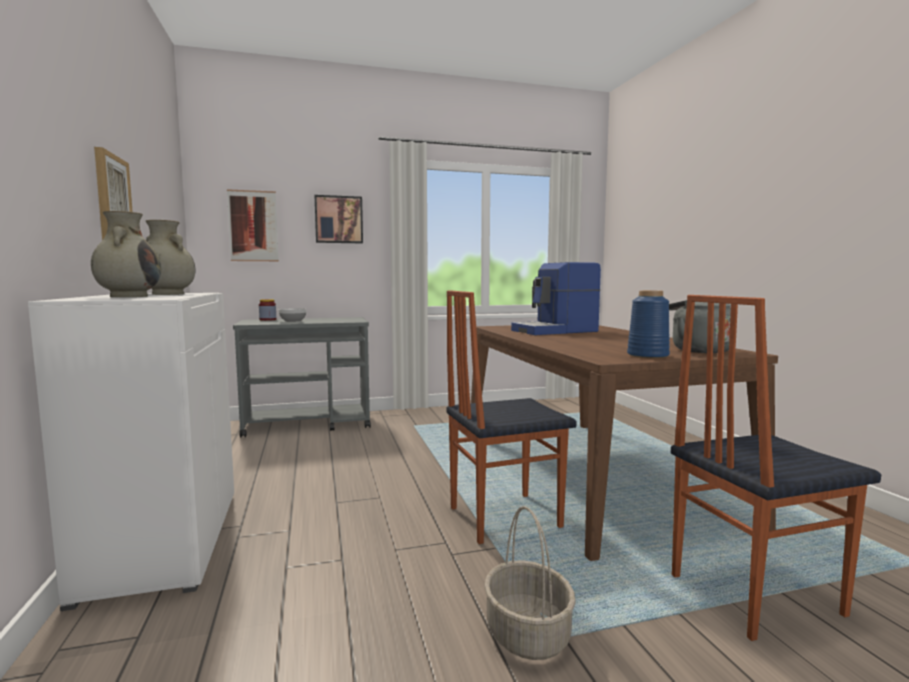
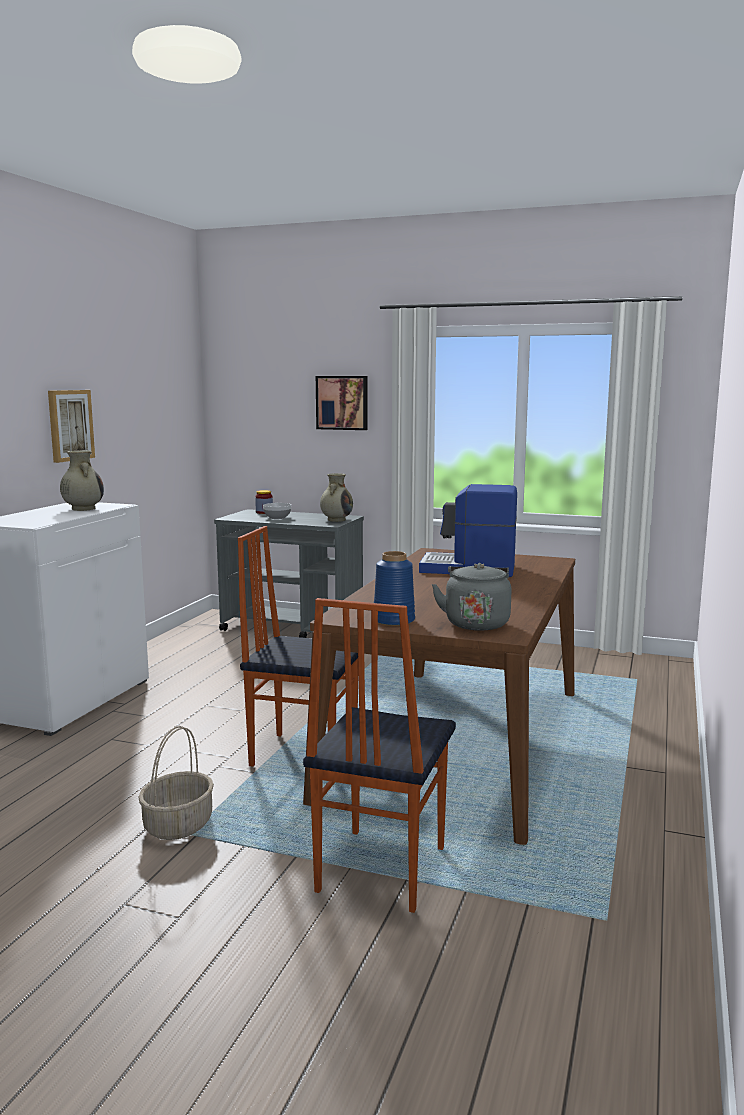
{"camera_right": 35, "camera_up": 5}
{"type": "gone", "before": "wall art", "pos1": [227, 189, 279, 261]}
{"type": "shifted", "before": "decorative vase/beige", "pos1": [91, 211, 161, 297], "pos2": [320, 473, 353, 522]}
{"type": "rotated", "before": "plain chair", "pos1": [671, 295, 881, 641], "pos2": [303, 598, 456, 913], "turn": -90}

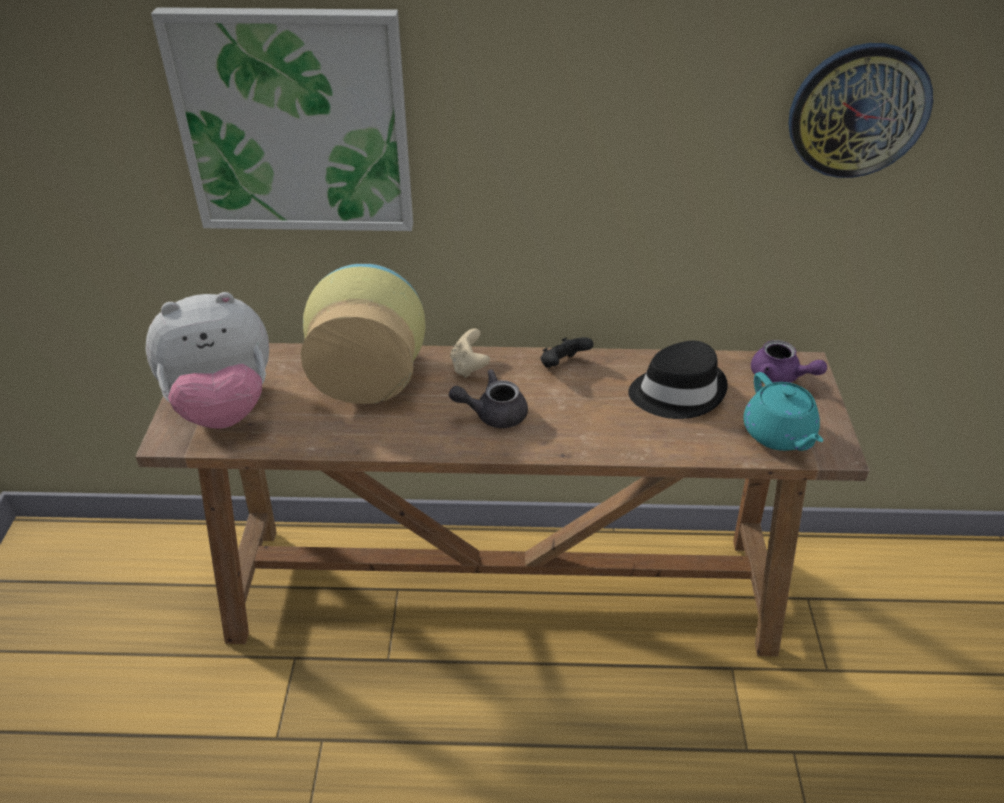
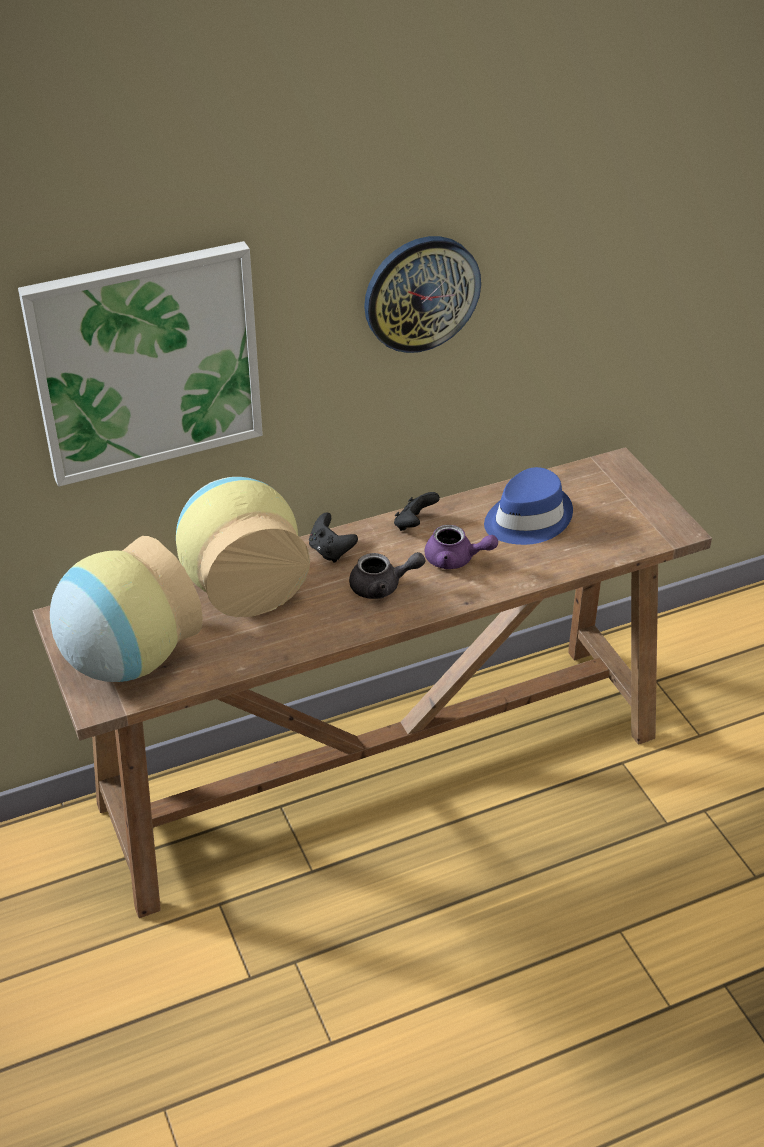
{"camera_right": -25, "camera_up": 0}
{"type": "shifted", "before": "hanging clock", "pos1": [788, 43, 933, 178], "pos2": [364, 236, 481, 353]}
{"type": "swapped", "before": "soft toy", "after": "decorative vase", "pos1": [145, 292, 269, 429], "pos2": [50, 536, 203, 682]}
{"type": "repainted", "before": "joypad/beige", "after": "joypad/black", "pos1": [450, 328, 490, 378], "pos2": [309, 513, 358, 563]}
{"type": "shifted", "before": "pot for tea/purple", "pos1": [751, 340, 827, 383], "pos2": [425, 525, 498, 569]}
{"type": "repainted", "before": "clothing hat/black", "after": "clothing hat/blue", "pos1": [628, 341, 728, 419], "pos2": [484, 467, 573, 545]}
{"type": "rotated", "before": "pot for tea/gray", "pos1": [449, 369, 528, 428], "pos2": [349, 552, 425, 599], "turn": -150}
{"type": "gone", "before": "pot for tea/turquoise", "pos1": [743, 372, 823, 451]}

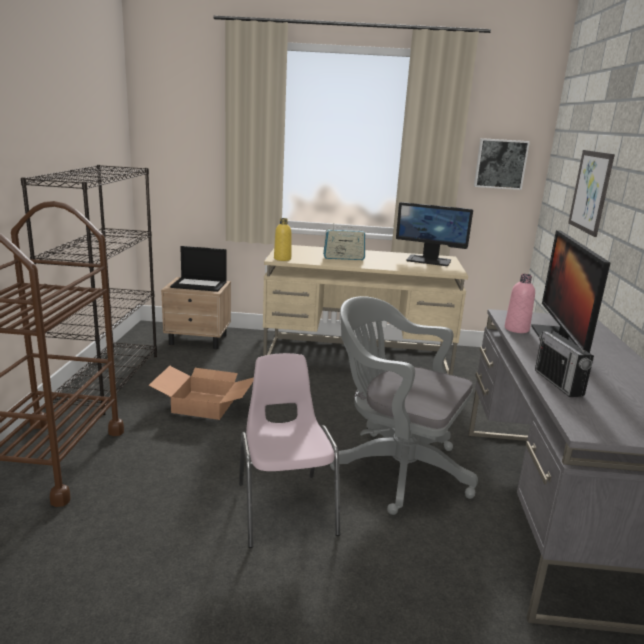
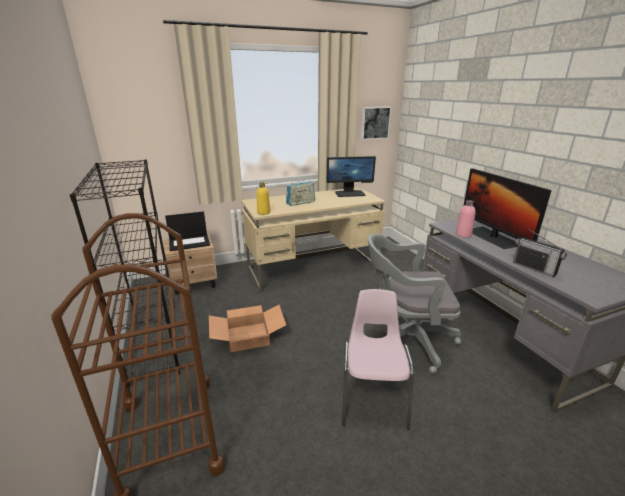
{"camera_right": -25, "camera_up": 5}
{"type": "gone", "before": "wall art", "pos1": [568, 150, 615, 237]}
{"type": "rotated", "before": "plain chair/pink", "pos1": [239, 353, 340, 548], "pos2": [342, 289, 414, 430], "turn": 45}

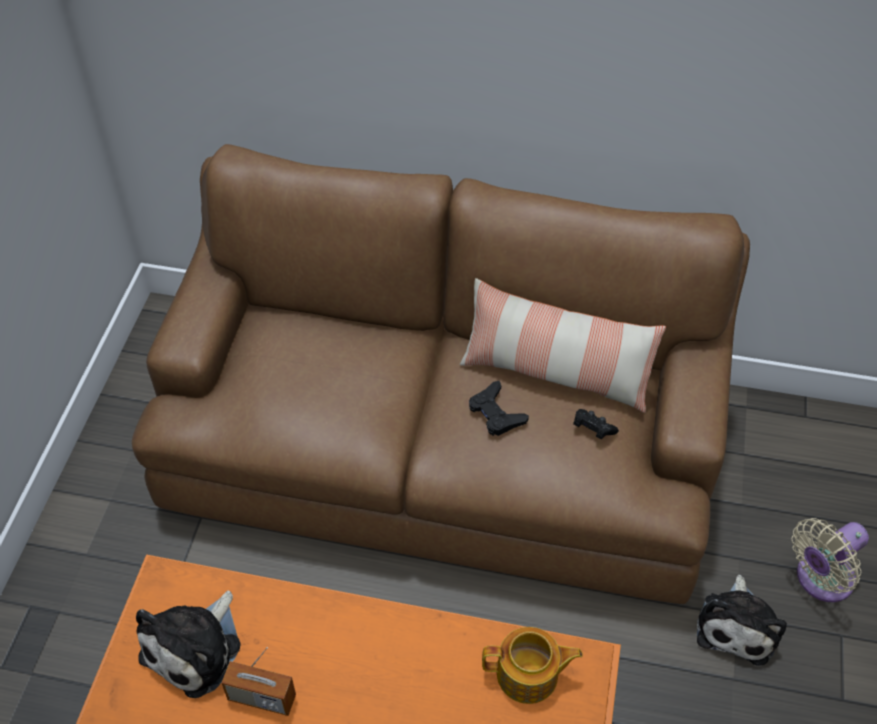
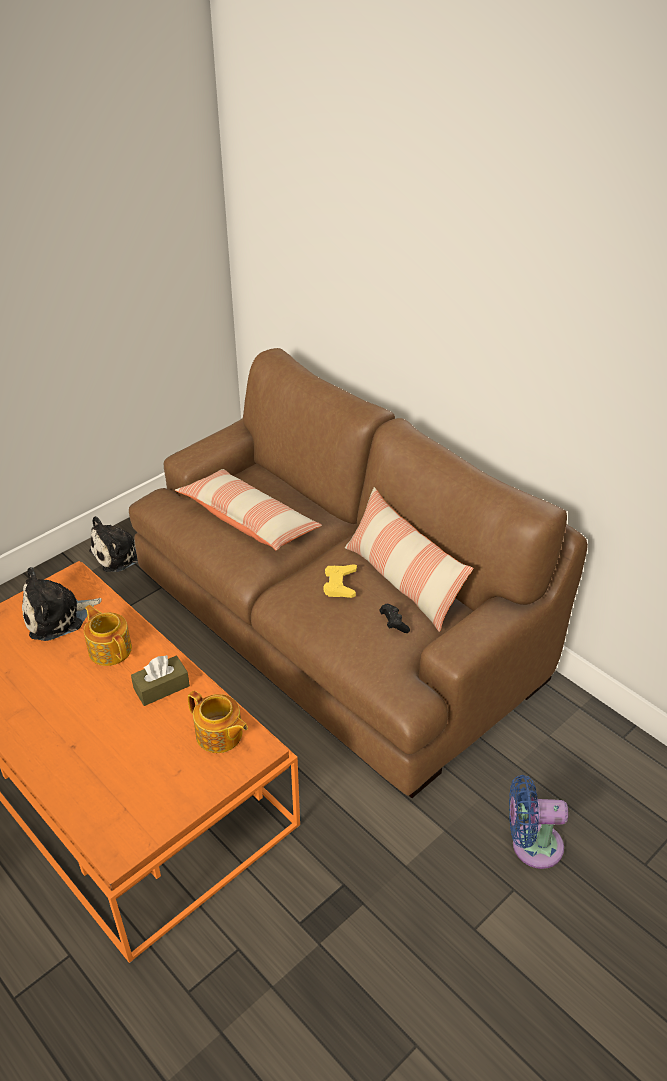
{"camera_right": 35, "camera_up": -10}
{"type": "repainted", "before": "joypad/black", "after": "joypad/yellow-coloured", "pos1": [469, 381, 529, 436], "pos2": [323, 564, 357, 598]}
{"type": "repainted", "before": "electric fan/beige", "after": "electric fan/blue", "pos1": [791, 518, 869, 602], "pos2": [509, 775, 568, 869]}
{"type": "shifted", "before": "soft toy", "pos1": [697, 575, 787, 666], "pos2": [89, 516, 138, 572]}
{"type": "gone", "before": "radio receiver", "pos1": [221, 647, 296, 716]}
{"type": "new", "after": "cushion", "pos2": [175, 469, 322, 551]}
{"type": "new", "after": "pot for tea", "pos2": [84, 605, 132, 666]}
{"type": "new", "after": "box of tissues/brownish", "pos2": [131, 655, 190, 706]}

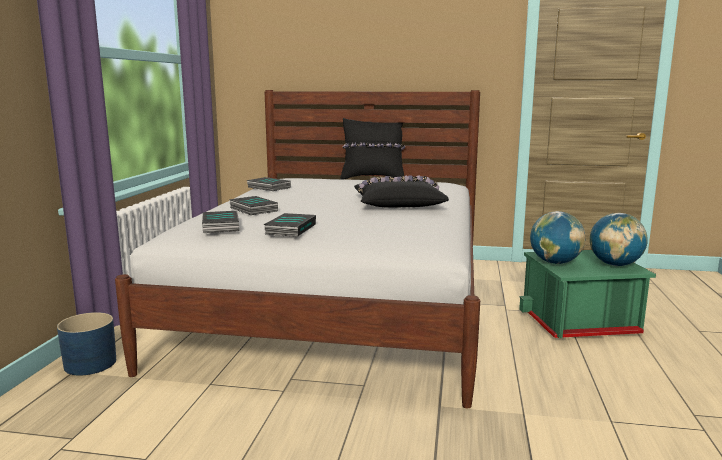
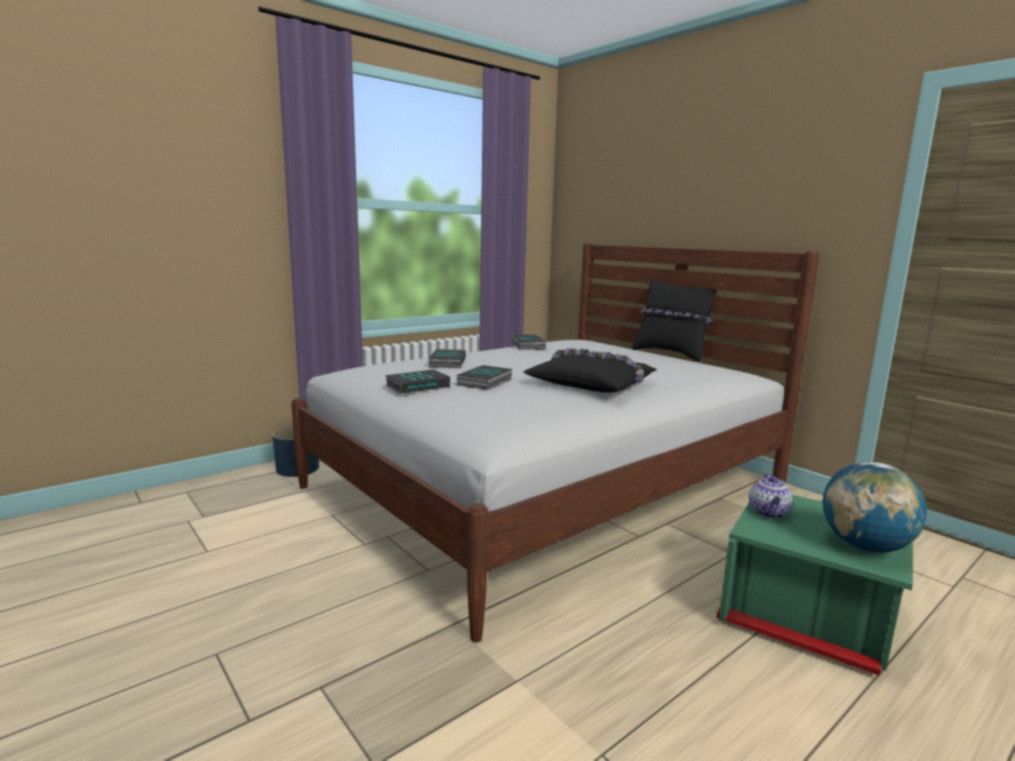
{"camera_right": 40, "camera_up": 0}
{"type": "shifted", "before": "book", "pos1": [202, 211, 239, 233], "pos2": [457, 365, 513, 390]}
{"type": "swapped", "before": "desk globe", "after": "pot for tea", "pos1": [530, 211, 586, 264], "pos2": [749, 474, 793, 519]}

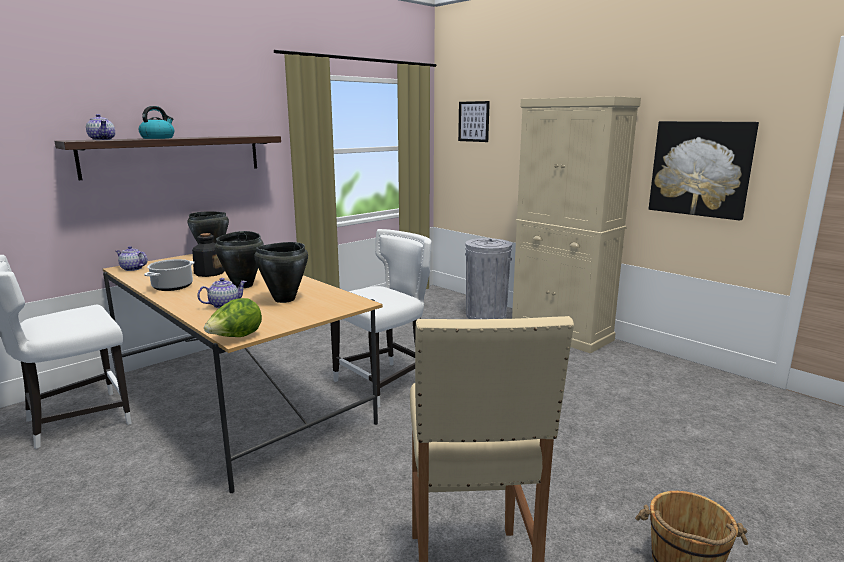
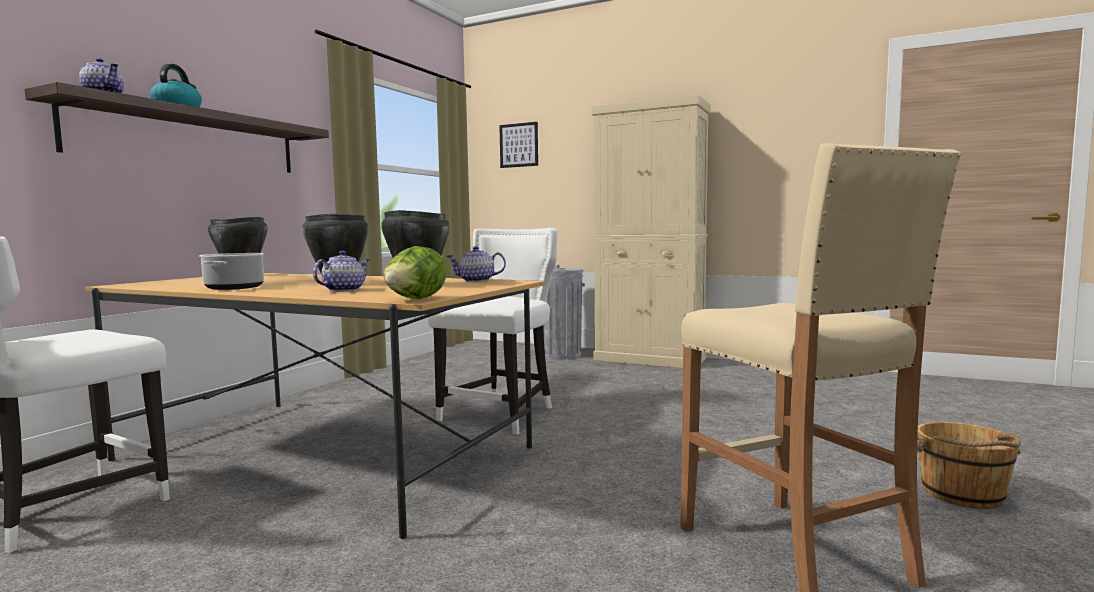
{"camera_right": -20, "camera_up": -10}
{"type": "gone", "before": "wall art", "pos1": [649, 121, 759, 220]}
{"type": "gone", "before": "beverage bottle", "pos1": [192, 233, 225, 277]}
{"type": "shifted", "before": "pot for tea", "pos1": [116, 246, 148, 271], "pos2": [447, 246, 506, 282]}

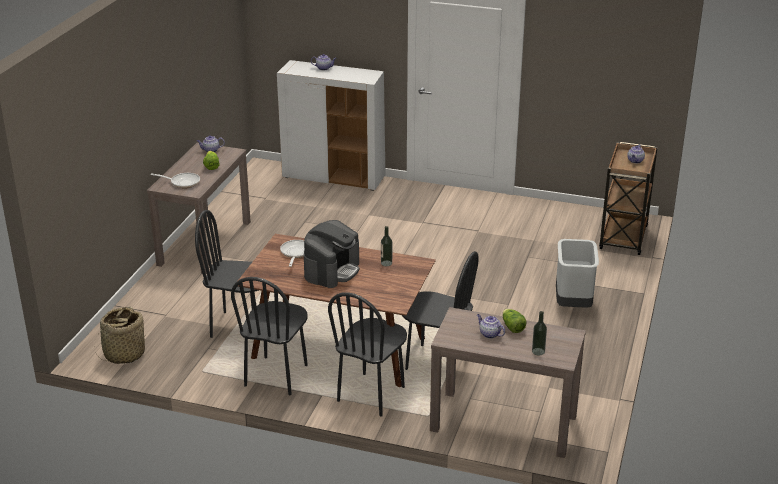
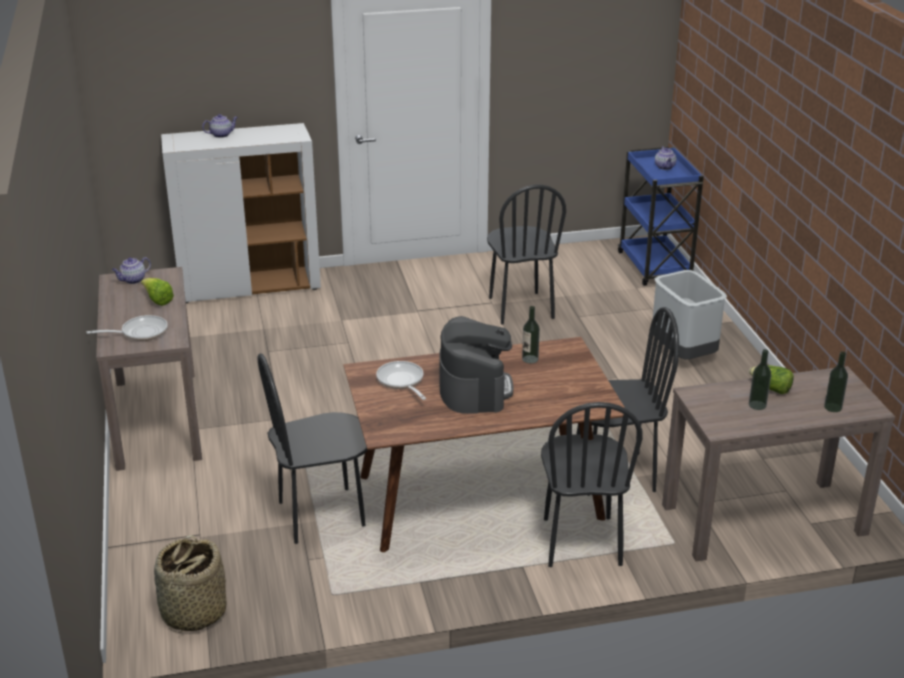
{"camera_right": -30, "camera_up": 0}
{"type": "repainted", "before": "wheeled cart/brownish", "after": "wheeled cart/blue", "pos1": [599, 142, 658, 255], "pos2": [618, 147, 704, 286]}
{"type": "shifted", "before": "plain chair/black", "pos1": [231, 277, 308, 395], "pos2": [487, 185, 566, 324]}
{"type": "swapped", "before": "pot for tea", "after": "beverage bottle", "pos1": [477, 314, 505, 339], "pos2": [749, 349, 771, 410]}

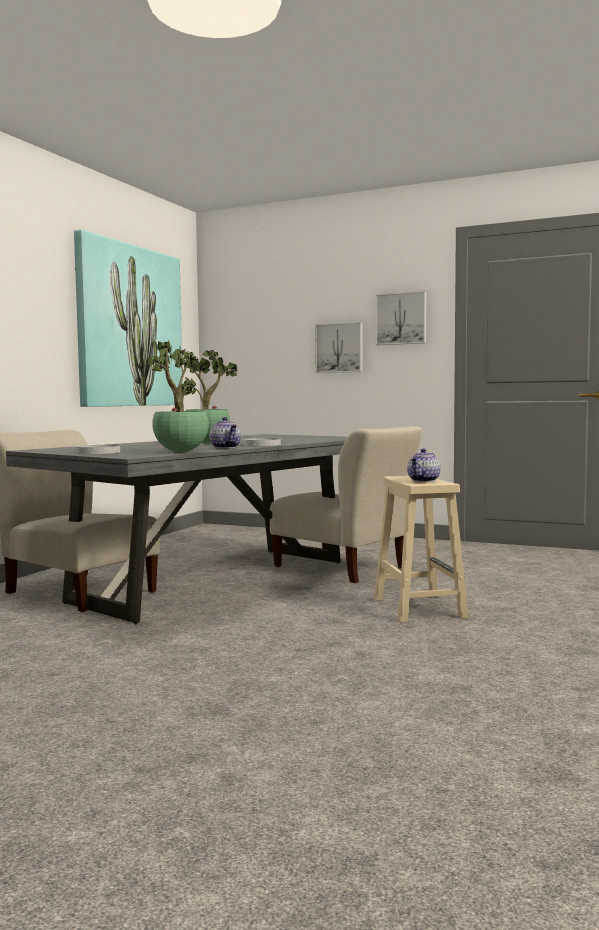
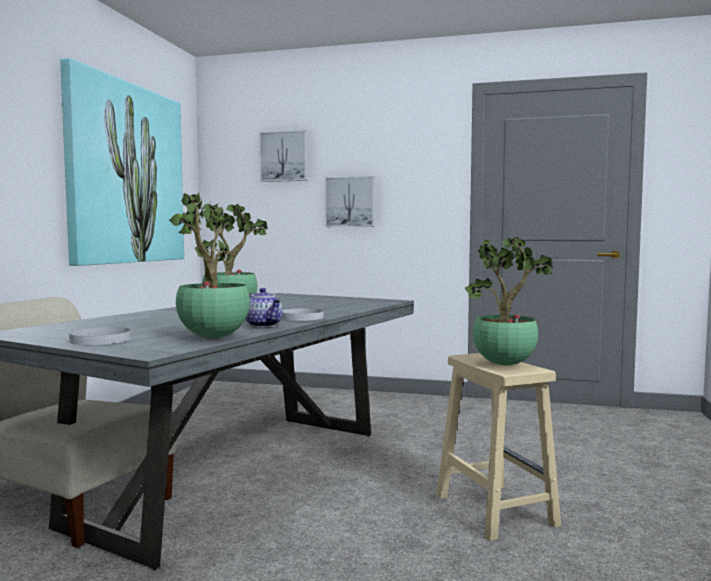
{"camera_right": -10, "camera_up": 0}
{"type": "shifted", "before": "wall art", "pos1": [376, 291, 426, 345], "pos2": [259, 130, 308, 182]}
{"type": "gone", "before": "plain chair/beige", "pos1": [270, 426, 422, 583]}
{"type": "swapped", "before": "pot for tea", "after": "houseplant", "pos1": [407, 448, 440, 482], "pos2": [465, 237, 553, 365]}

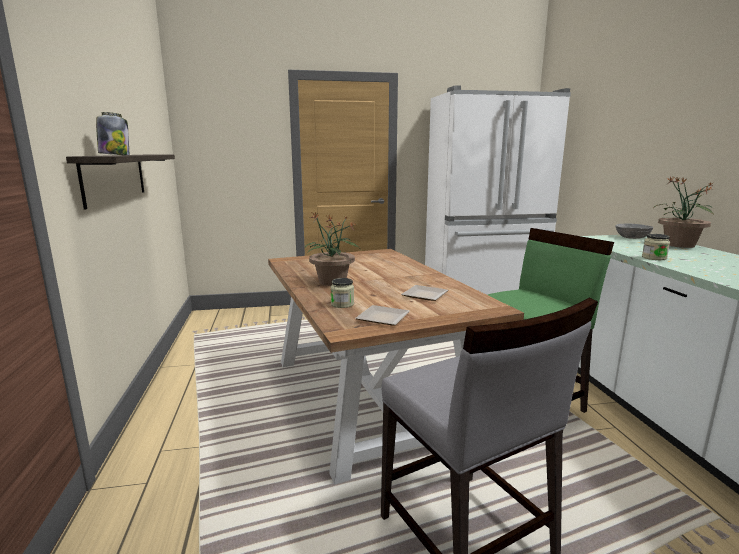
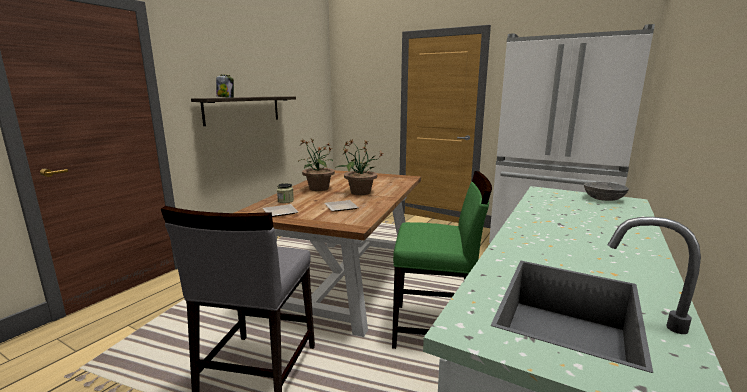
{"camera_right": 40, "camera_up": 0}
{"type": "shifted", "before": "houseplant", "pos1": [654, 176, 714, 248], "pos2": [335, 139, 383, 195]}
{"type": "gone", "before": "jar", "pos1": [642, 234, 670, 260]}

